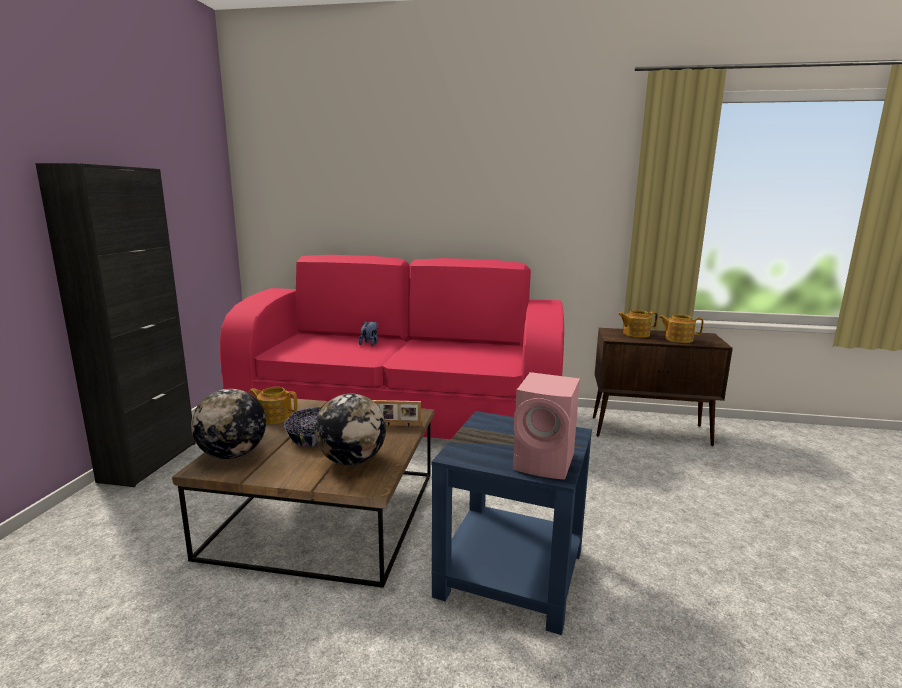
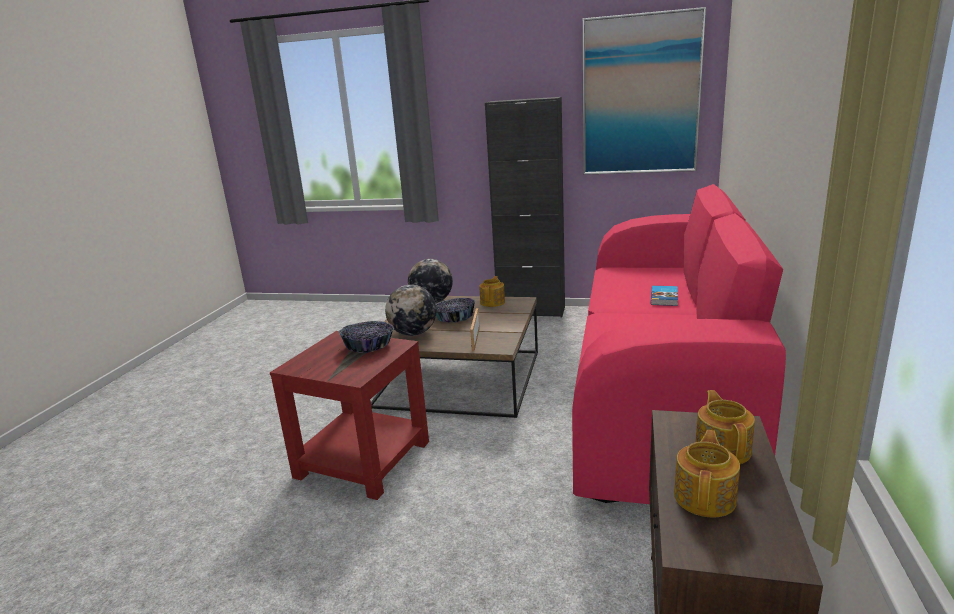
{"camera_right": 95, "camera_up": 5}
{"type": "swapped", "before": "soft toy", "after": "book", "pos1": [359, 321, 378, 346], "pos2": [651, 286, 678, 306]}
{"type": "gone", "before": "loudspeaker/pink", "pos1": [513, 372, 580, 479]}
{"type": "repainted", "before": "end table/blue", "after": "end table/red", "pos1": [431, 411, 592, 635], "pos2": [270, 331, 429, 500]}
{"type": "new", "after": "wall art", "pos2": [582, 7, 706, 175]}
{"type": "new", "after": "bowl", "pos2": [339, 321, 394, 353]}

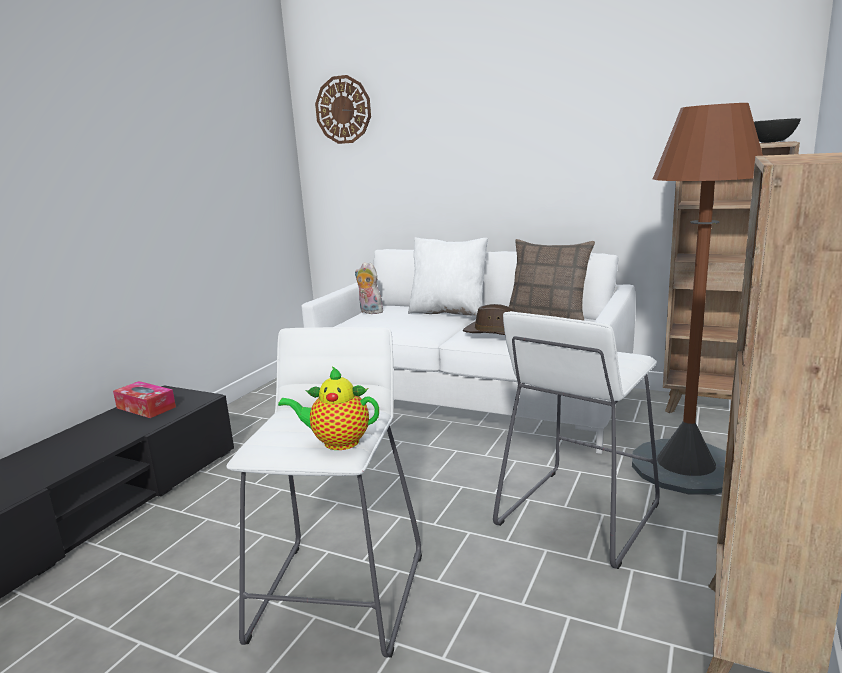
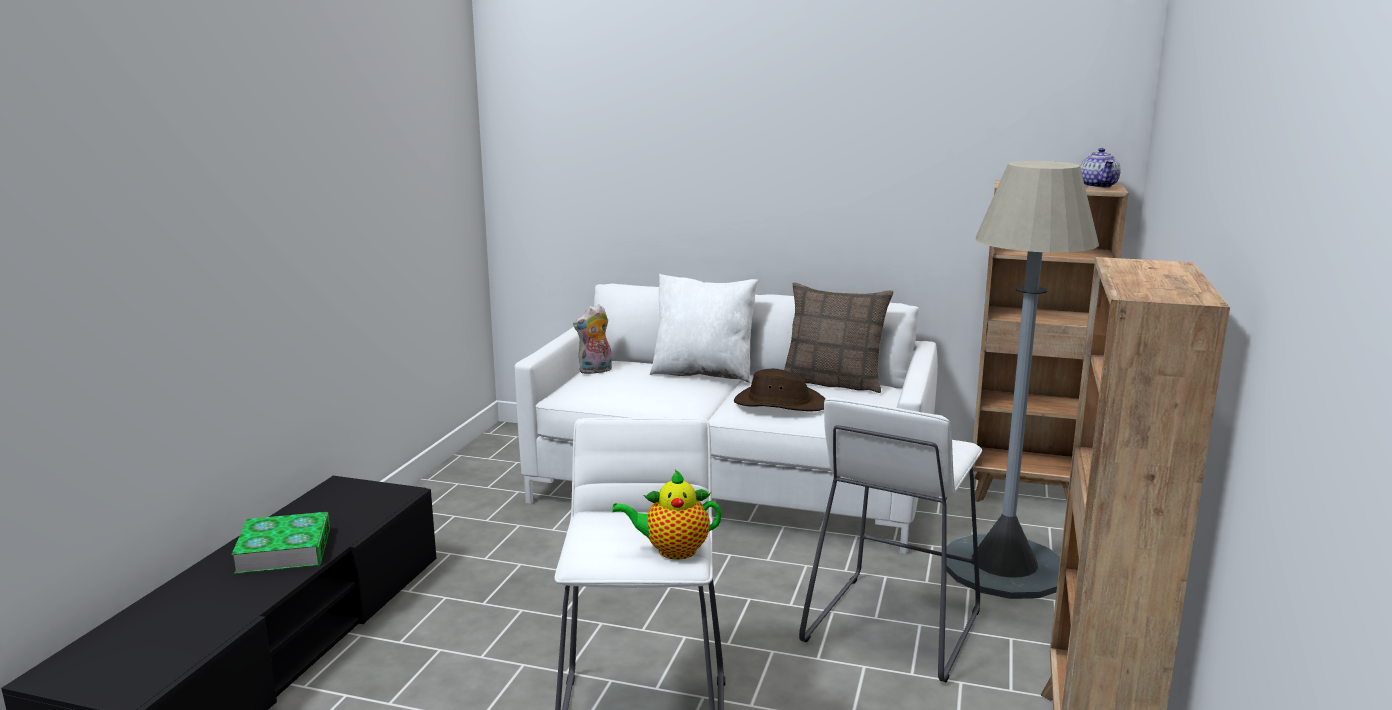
{"camera_right": -10, "camera_up": 0}
{"type": "gone", "before": "hanging clock", "pos1": [315, 75, 371, 144]}
{"type": "repainted", "before": "standing lamp/brownish", "after": "standing lamp/gray", "pos1": [632, 103, 763, 495], "pos2": [947, 161, 1099, 599]}
{"type": "swapped", "before": "bowl/black", "after": "pot for tea", "pos1": [754, 118, 801, 143], "pos2": [1080, 148, 1121, 188]}
{"type": "rotated", "before": "soft toy", "pos1": [355, 262, 383, 315], "pos2": [573, 304, 612, 374], "turn": -60}
{"type": "gone", "before": "box of tissues", "pos1": [113, 381, 176, 418]}
{"type": "new", "after": "book", "pos2": [232, 512, 330, 574]}

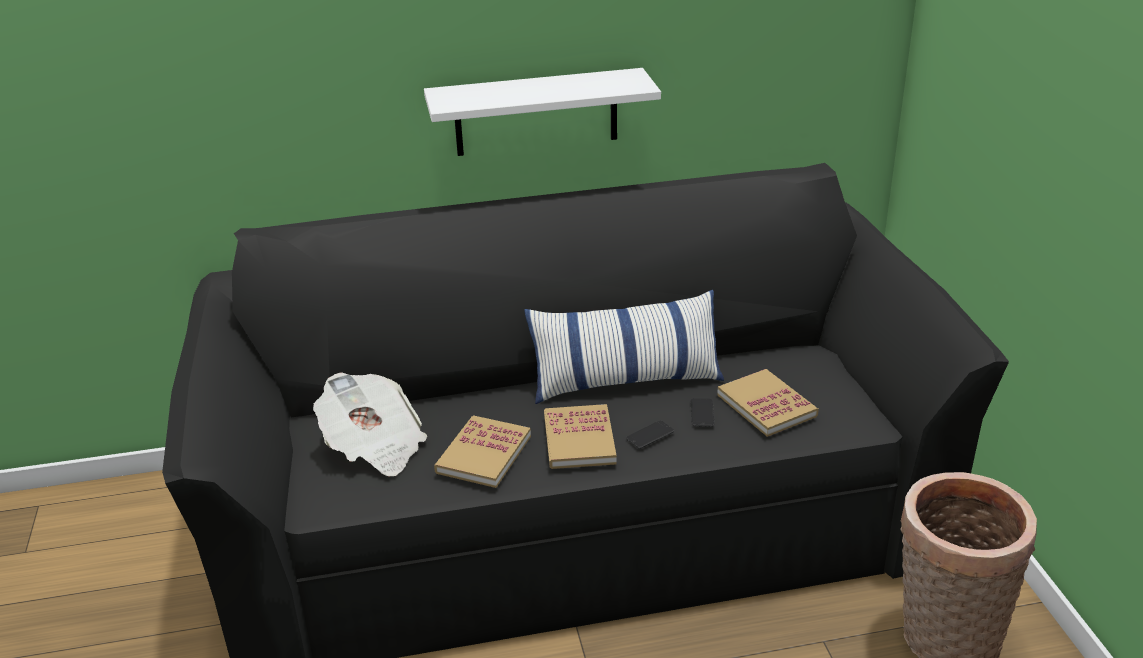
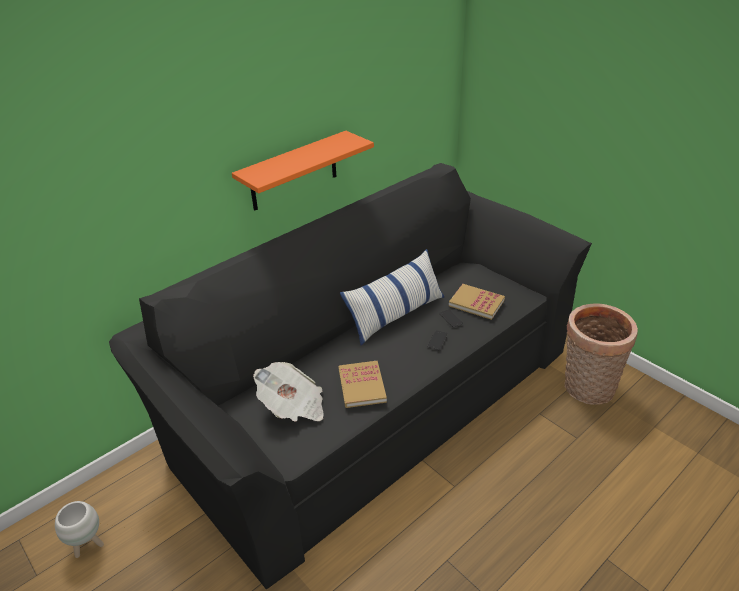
{"camera_right": -30, "camera_up": 5}
{"type": "repainted", "before": "bracket shelf/white-coloured", "after": "bracket shelf/orangey", "pos1": [424, 68, 661, 156], "pos2": [232, 131, 374, 211]}
{"type": "gone", "before": "book", "pos1": [544, 404, 617, 469]}
{"type": "new", "after": "planter/white-coloured", "pos2": [55, 501, 104, 558]}

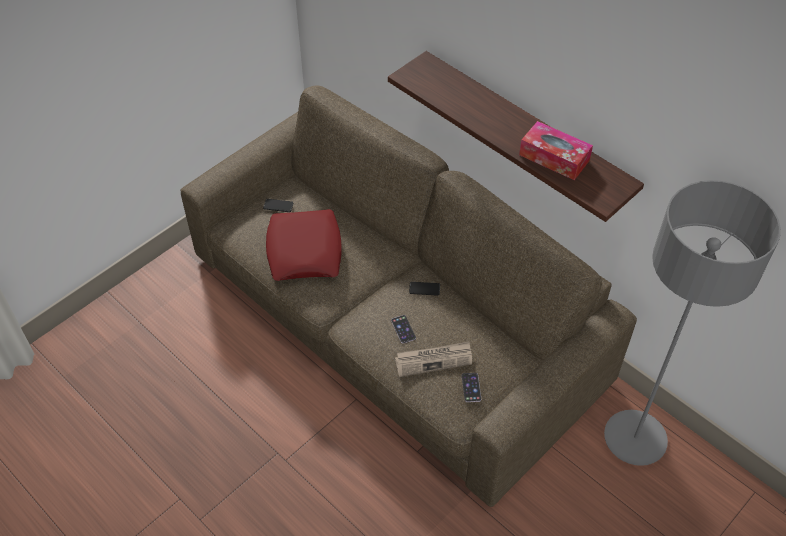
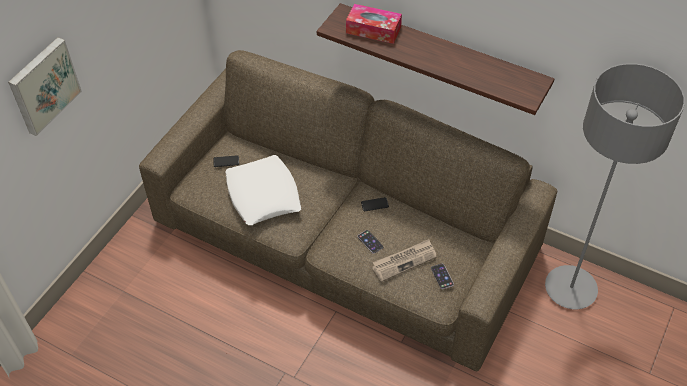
{"camera_right": -15, "camera_up": 0}
{"type": "shifted", "before": "box of tissues", "pos1": [519, 121, 593, 180], "pos2": [346, 4, 402, 44]}
{"type": "repainted", "before": "cushion/red", "after": "cushion/white-coloured", "pos1": [266, 209, 342, 281], "pos2": [226, 155, 302, 225]}
{"type": "new", "after": "wall art", "pos2": [8, 37, 82, 136]}

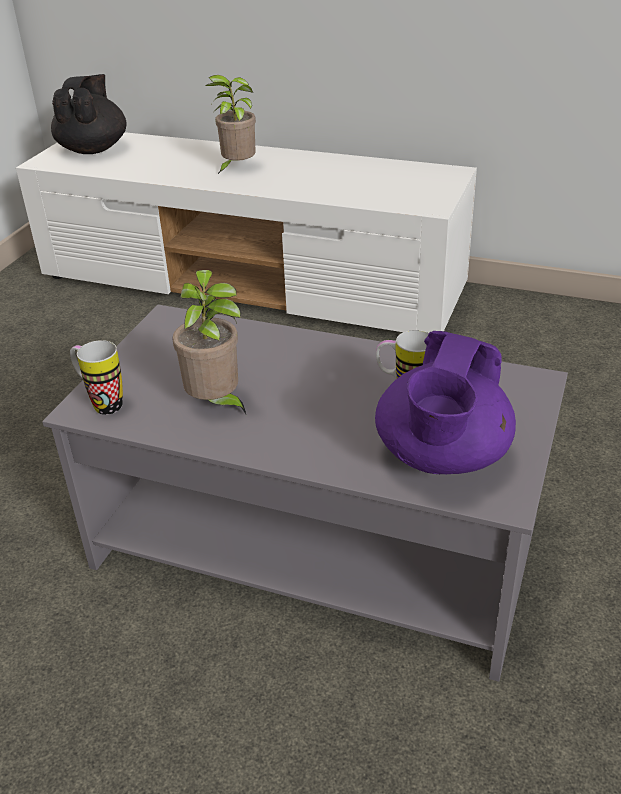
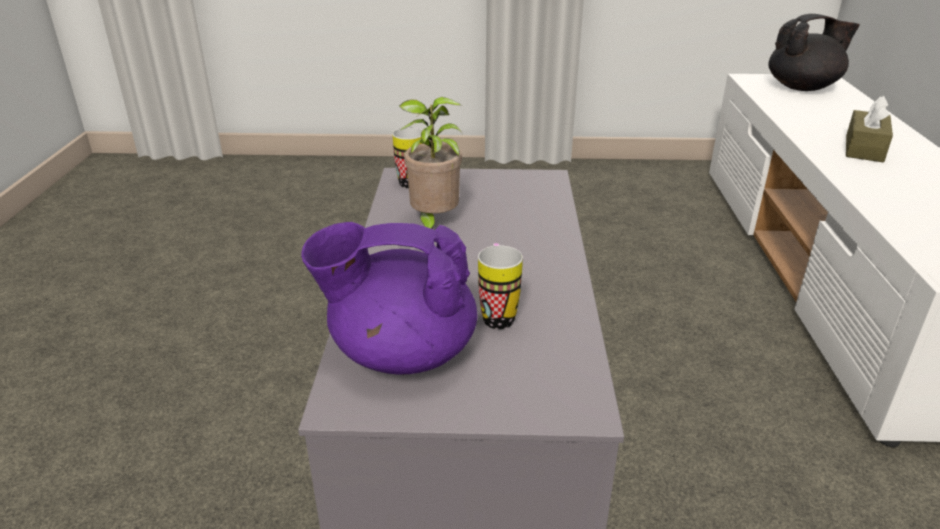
{"camera_right": 70, "camera_up": -5}
{"type": "swapped", "before": "houseplant", "after": "box of tissues/brownish", "pos1": [205, 75, 256, 174], "pos2": [846, 95, 893, 162]}

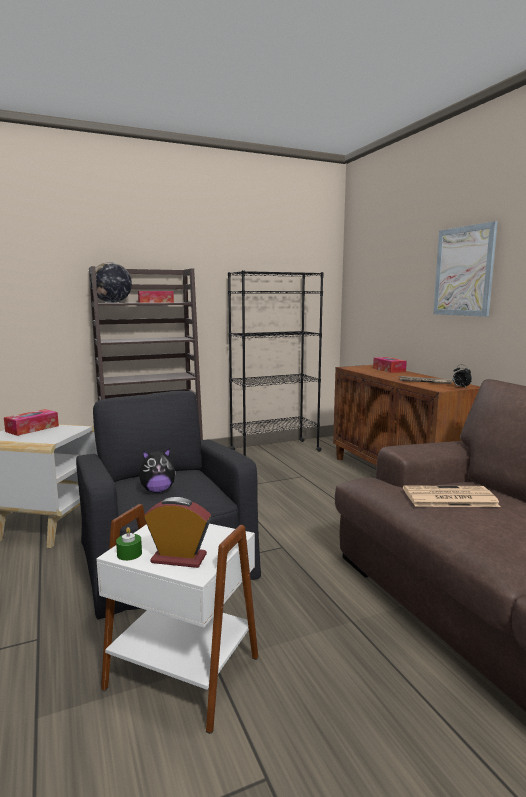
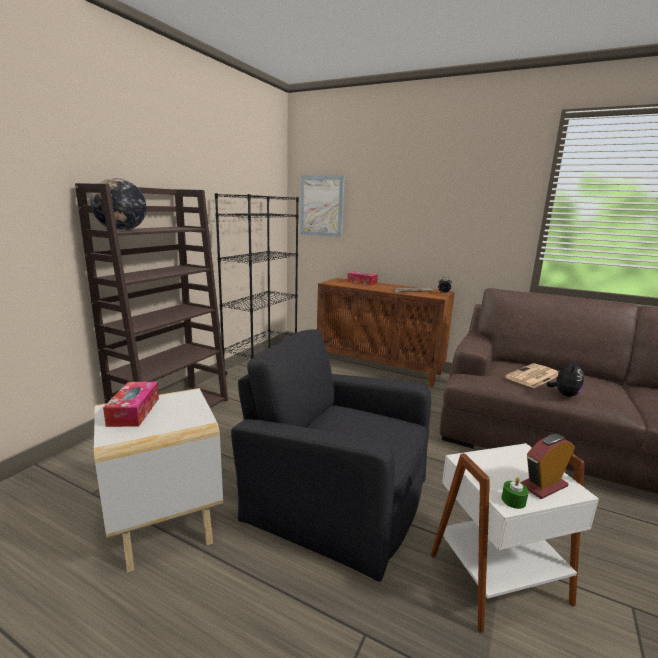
{"camera_right": -40, "camera_up": 5}
{"type": "shifted", "before": "wall art", "pos1": [433, 221, 498, 317], "pos2": [300, 175, 345, 237]}
{"type": "gone", "before": "box of tissues", "pos1": [138, 291, 174, 303]}
{"type": "shifted", "before": "soft toy", "pos1": [139, 448, 176, 493], "pos2": [546, 358, 584, 397]}

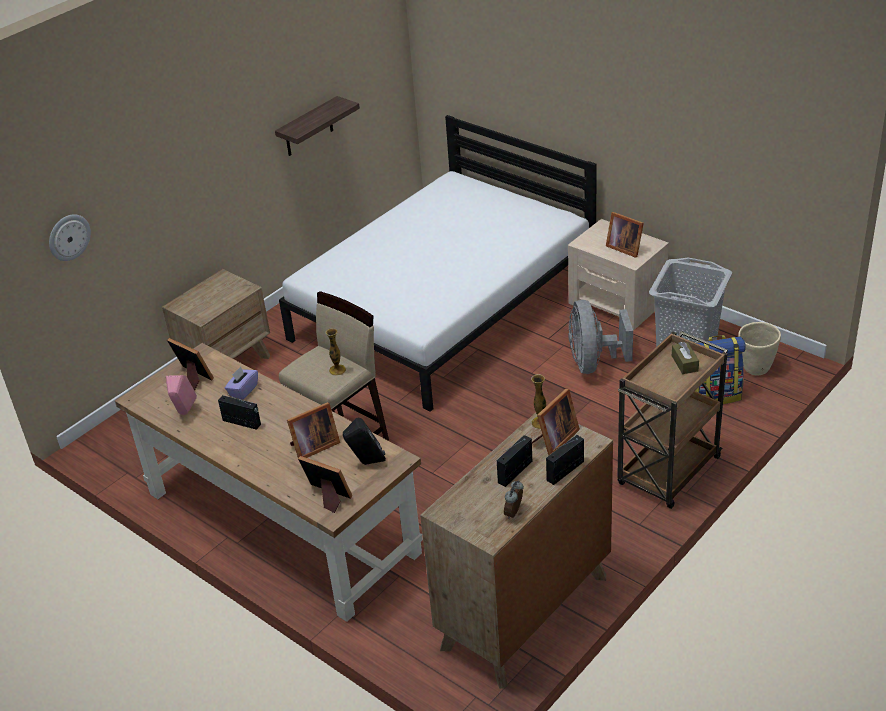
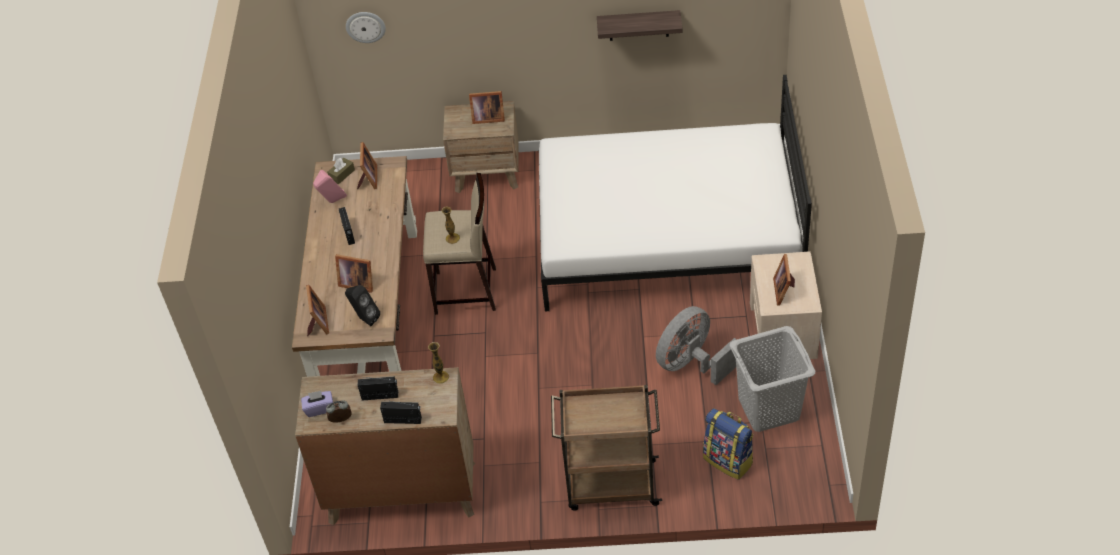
{"camera_right": 50, "camera_up": 10}
{"type": "gone", "before": "planter/beige", "pos1": [738, 322, 781, 375]}
{"type": "shifted", "before": "box of tissues/brownish", "pos1": [672, 342, 699, 374], "pos2": [327, 158, 355, 184]}
{"type": "shifted", "before": "box of tissues/purple", "pos1": [225, 367, 258, 400], "pos2": [301, 391, 333, 417]}
{"type": "shifted", "before": "standing frame", "pos1": [532, 389, 580, 456], "pos2": [469, 91, 505, 124]}

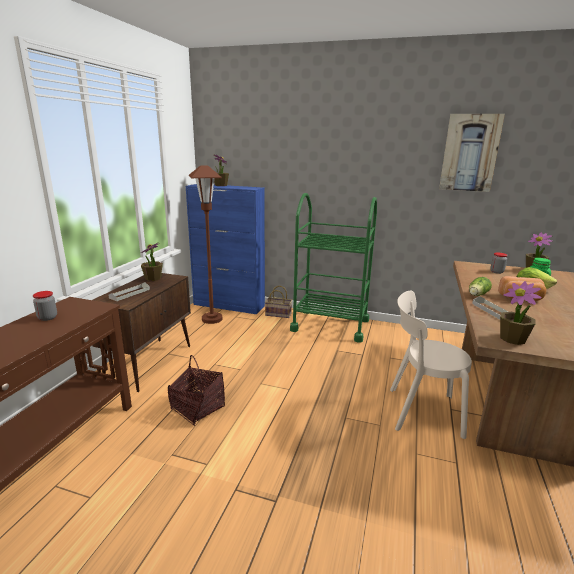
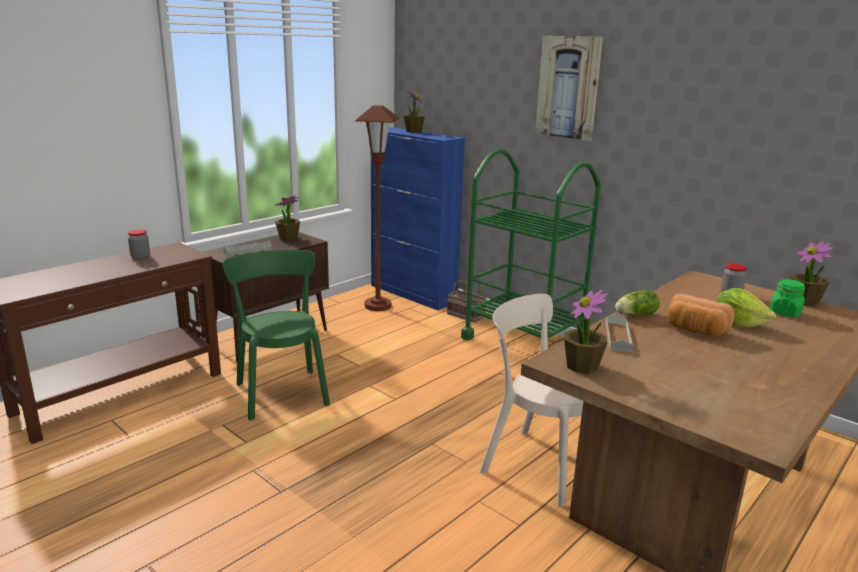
{"camera_right": 25, "camera_up": 0}
{"type": "shifted", "before": "wall art", "pos1": [439, 114, 505, 192], "pos2": [535, 36, 603, 141]}
{"type": "swapped", "before": "household basket", "after": "plain chair/green", "pos1": [168, 355, 225, 426], "pos2": [223, 250, 330, 420]}

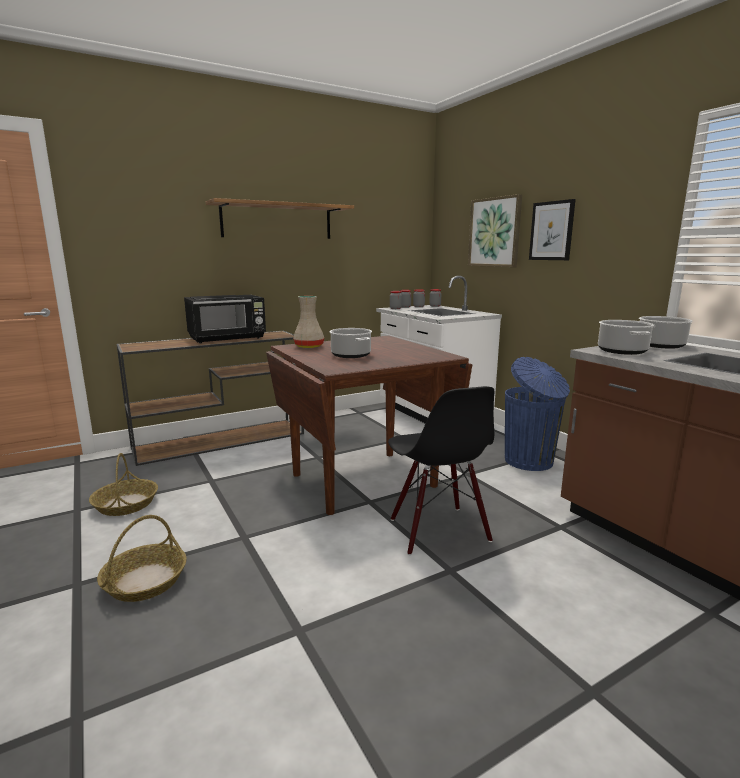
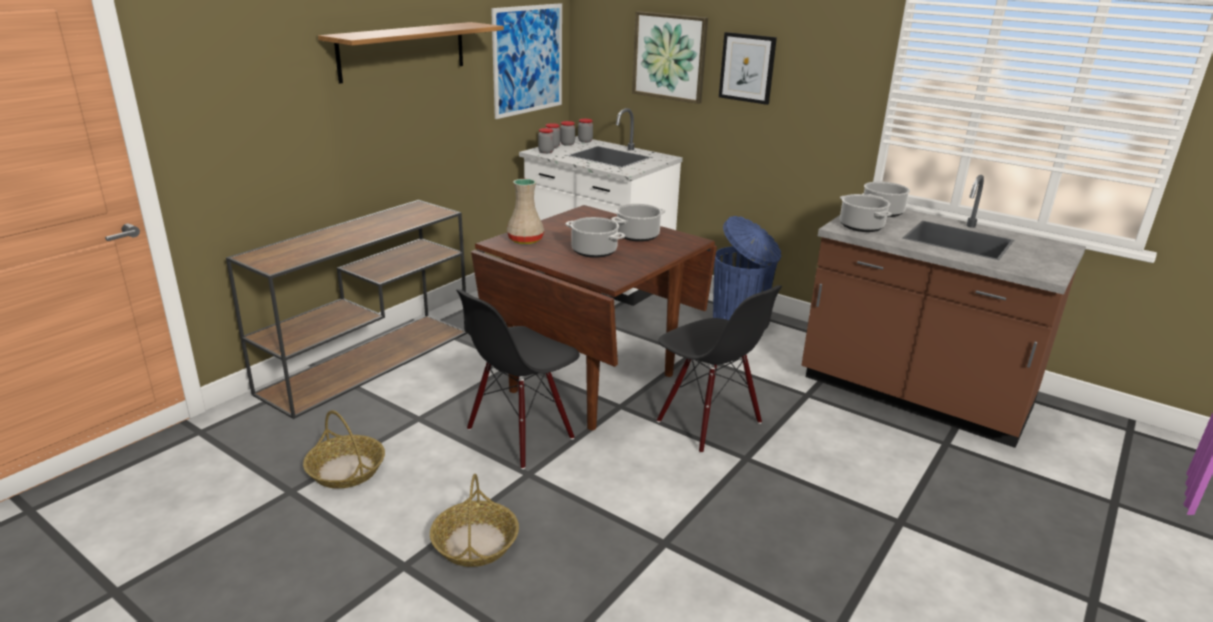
{"camera_right": -25, "camera_up": 10}
{"type": "gone", "before": "microwave oven/black", "pos1": [184, 295, 266, 344]}
{"type": "new", "after": "wall art", "pos2": [491, 3, 562, 119]}
{"type": "new", "after": "cooking pot", "pos2": [611, 204, 665, 242]}
{"type": "new", "after": "plain chair/black", "pos2": [456, 289, 580, 469]}

